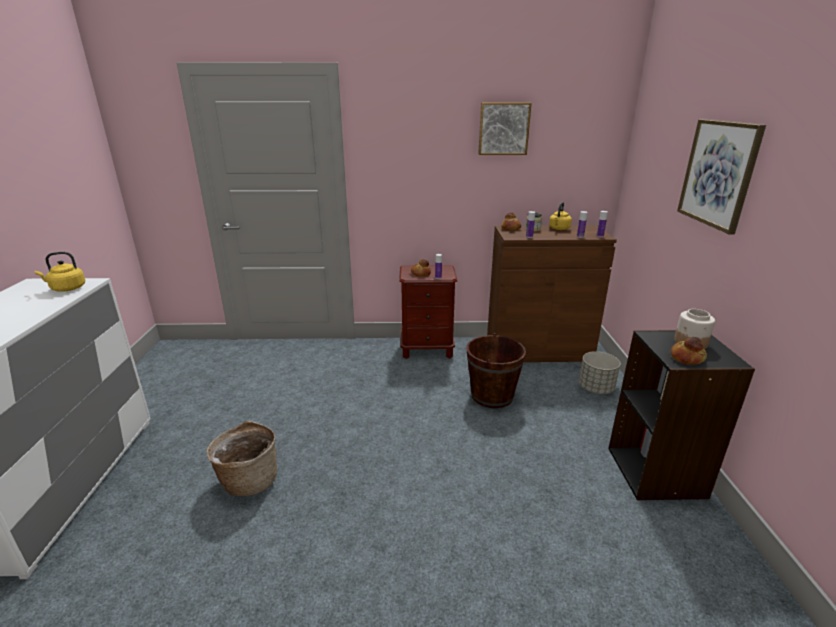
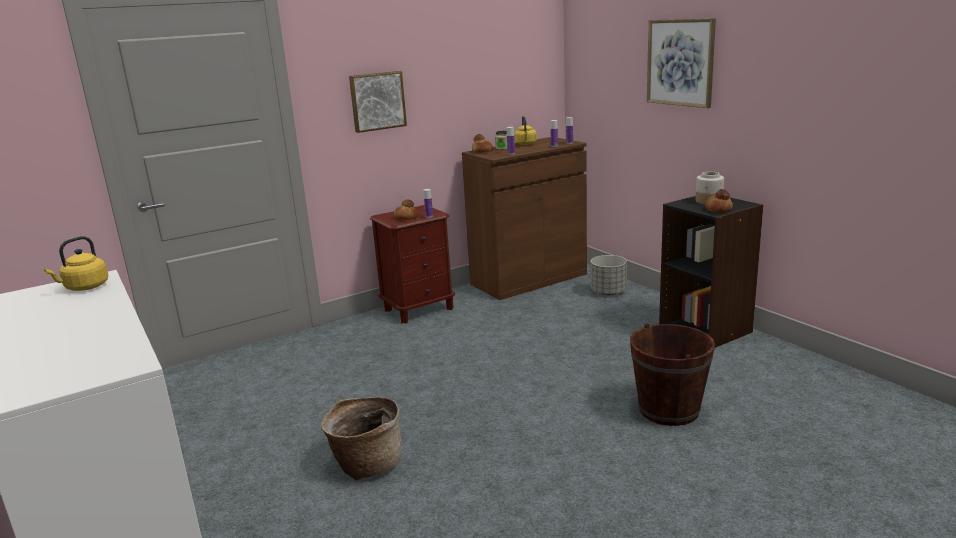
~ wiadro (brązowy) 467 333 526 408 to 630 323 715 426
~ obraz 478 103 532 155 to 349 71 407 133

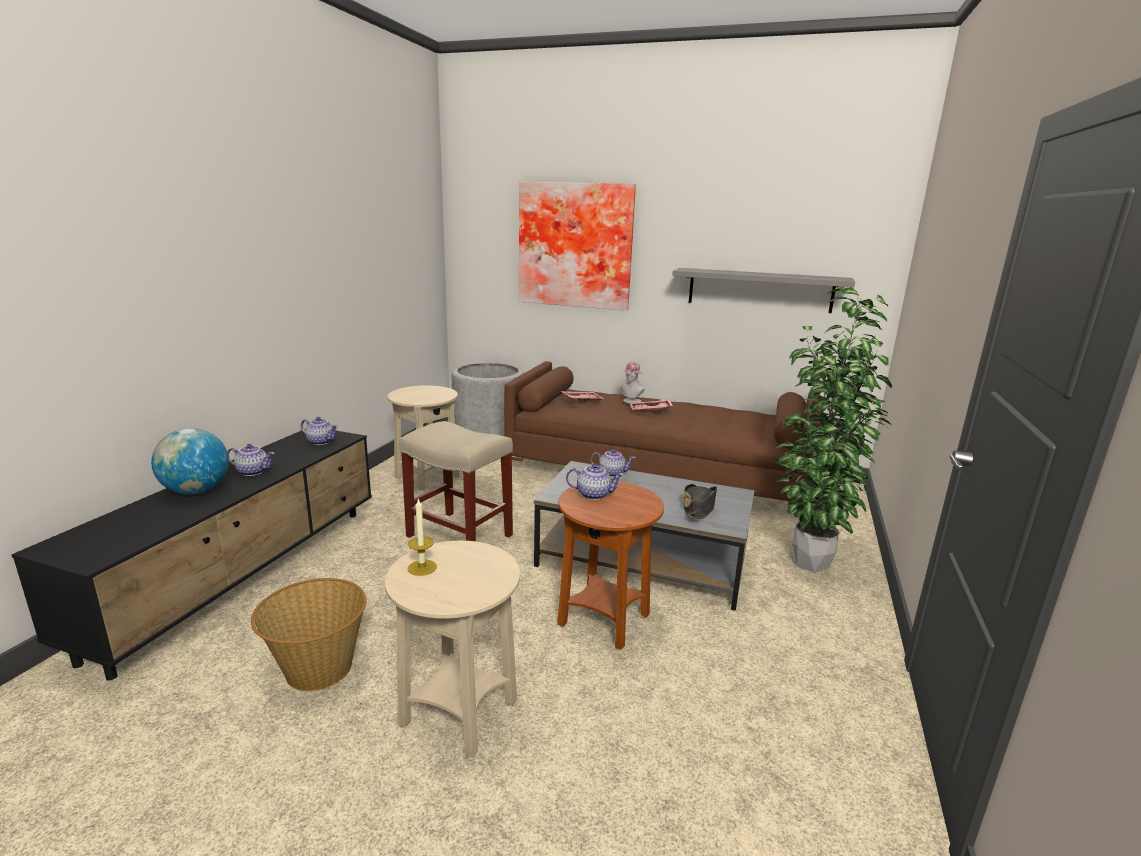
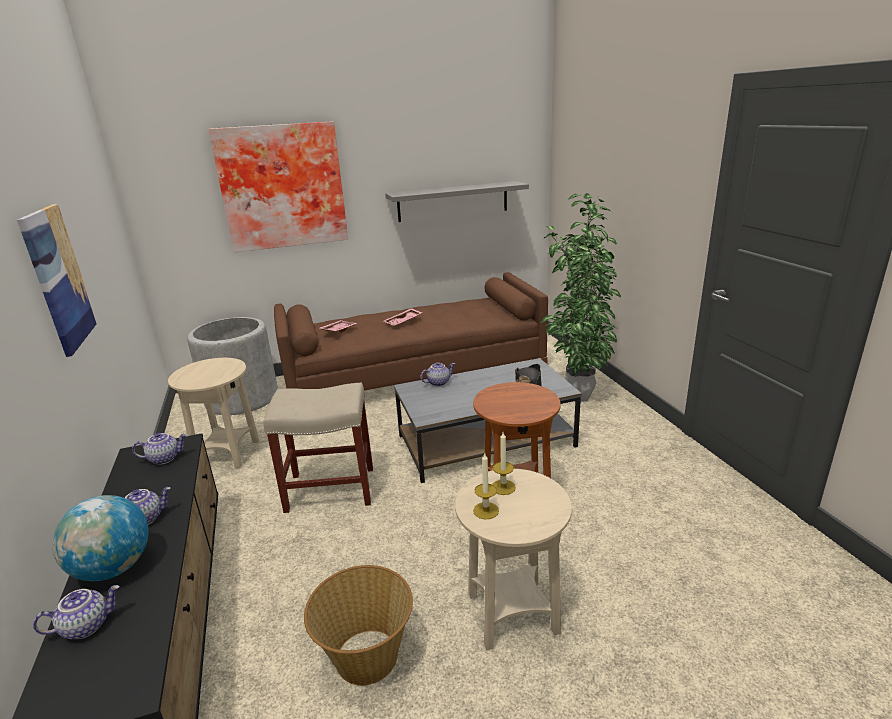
- kapelusz 621 361 645 403
+ obraz 17 204 97 357
+ świeca 492 432 516 495
~ imbryk 566 464 624 500 to 33 585 120 639

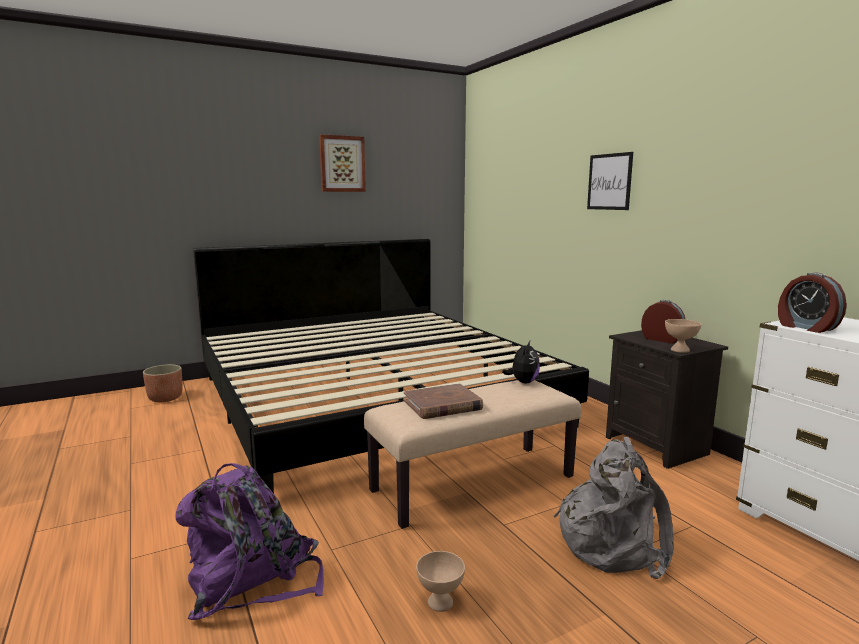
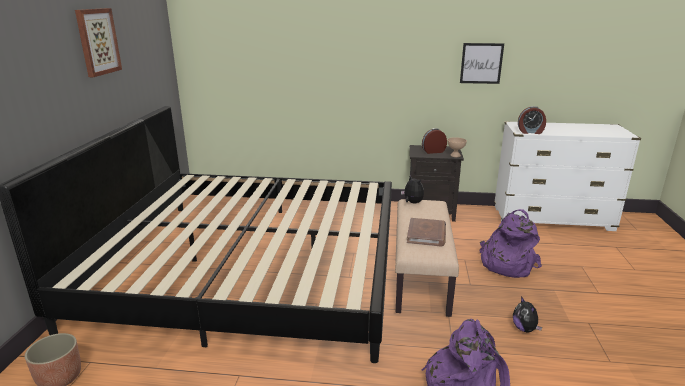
~ obraz 587 152 633 210 to 460 43 504 84
~ miska (beżowy) 416 551 465 612 to pluszak 513 296 542 332
~ plecak (szary) 554 437 674 579 to plecak (fioletowy) 480 209 542 278

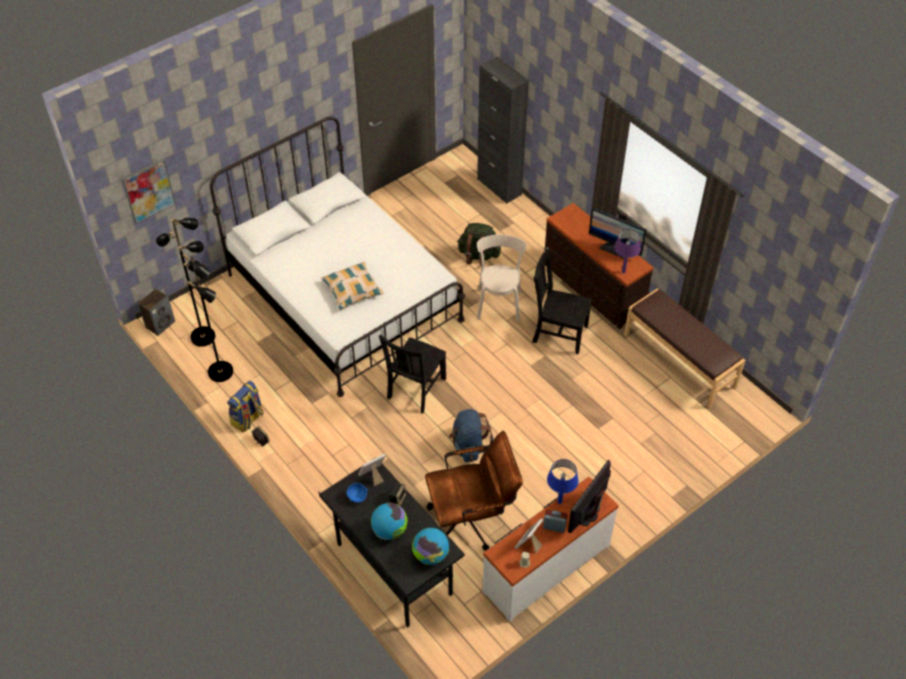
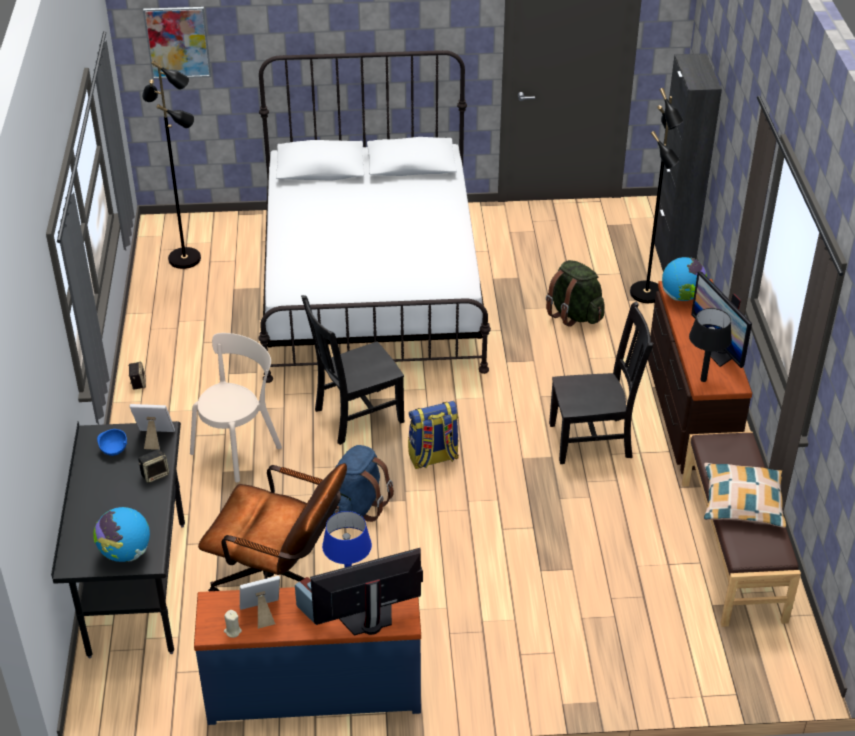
- głośnik 138 289 175 336
~ lampa stojąca (czarny) 182 253 233 382 to 630 88 684 303
~ plecak 227 381 264 432 to 408 401 459 469
~ poduszka 321 262 383 310 to 704 463 786 528
~ globus 371 503 408 540 to 662 257 707 301
~ krzesło (beżowy) 477 235 527 322 to 190 333 282 483
~ komoda (biały) 482 477 619 622 to komoda (niebieski) 194 587 421 725
~ lampa stołowa (fioletowy) 614 229 641 273 to lampa stołowa (czarny) 689 308 732 382
~ krzesło (czarny) 532 246 592 354 = 549 301 653 464 120 degrees clockwise

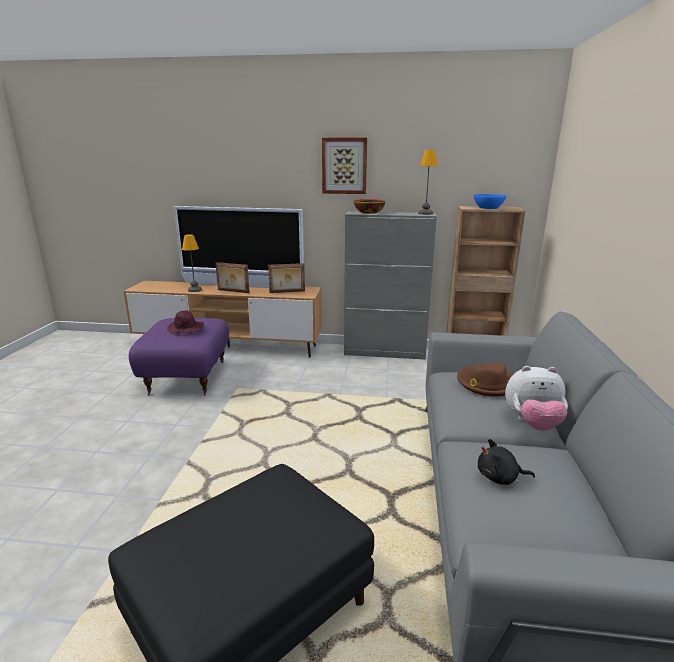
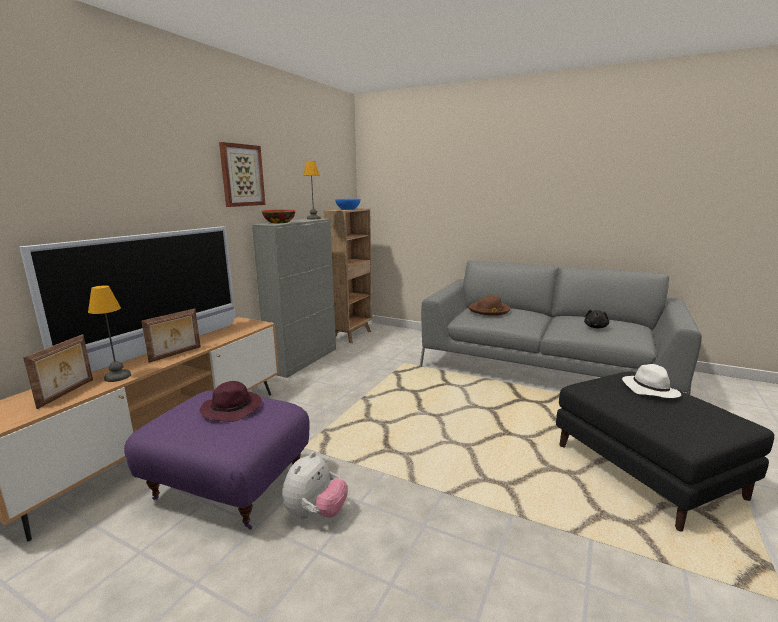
+ kapelusz (biały) 622 364 681 398
~ ramka na zdjęcie 268 263 305 293 to 23 334 93 409
~ pluszak 505 366 568 431 to 282 452 348 519

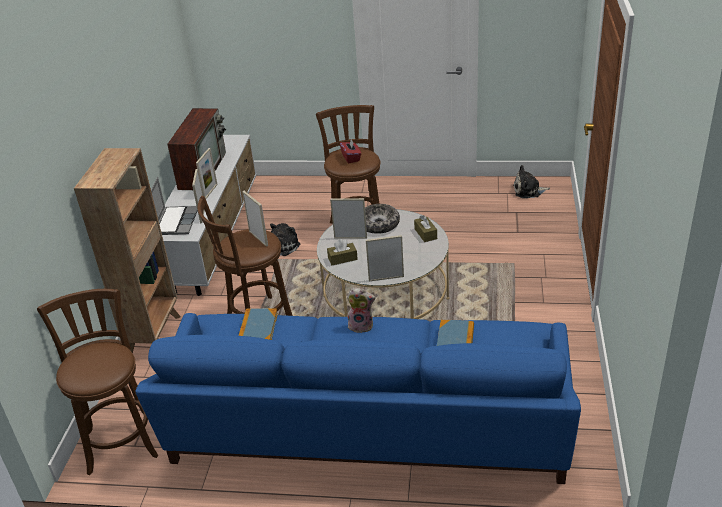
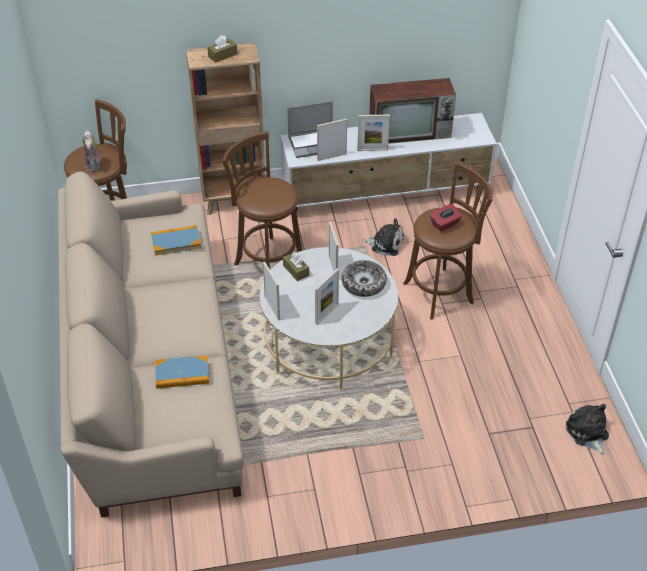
~ ramka na zdjęcie 242 191 268 247 to 315 269 339 325
~ pluszak 347 287 376 333 to 83 130 101 172
~ pudełko chusteczek (brązowy) 414 215 437 242 to 207 35 237 63
~ kanapa (niebieski) 135 313 581 484 to kanapa (beżowy) 58 171 244 518

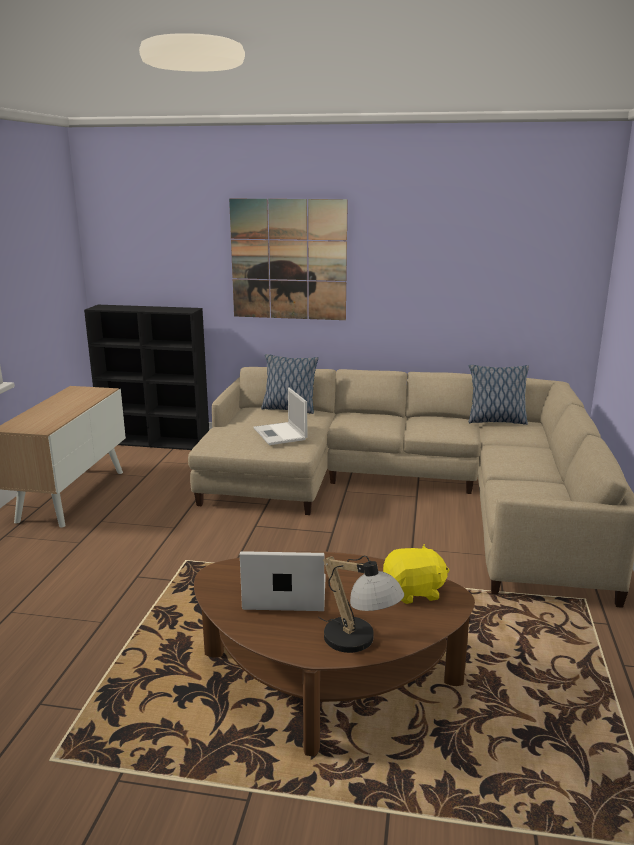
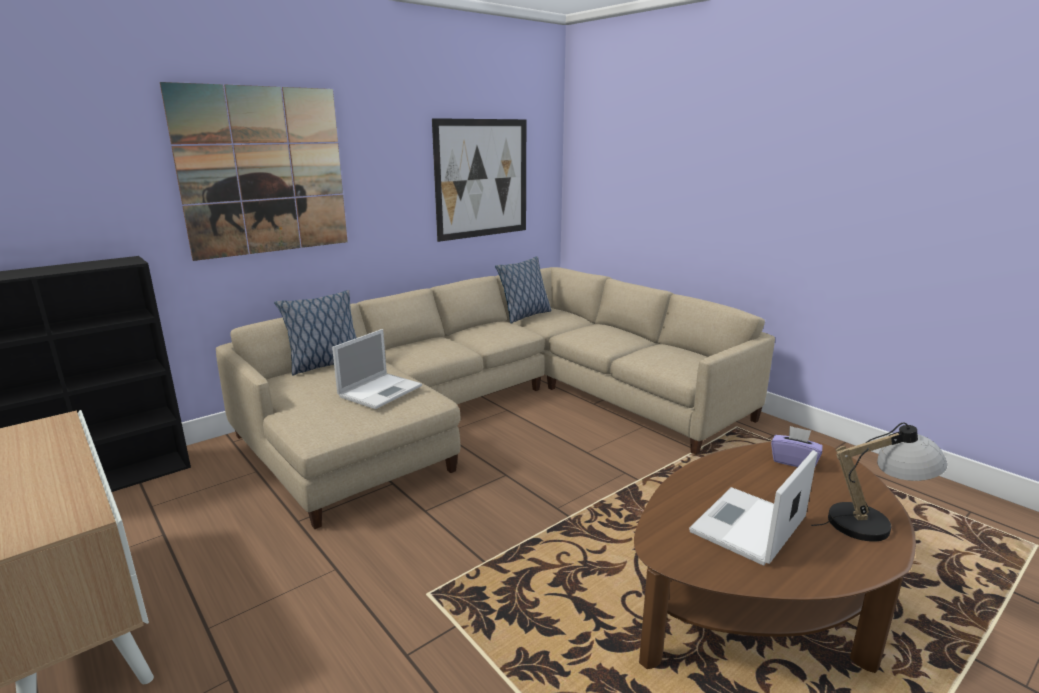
+ obraz 432 118 526 242
~ pluszak (żółty) 383 544 449 604 to pudełko chusteczek (fioletowy) 771 426 823 467
~ laptop 253 387 307 445 = 332 329 422 409 75 degrees counterclockwise

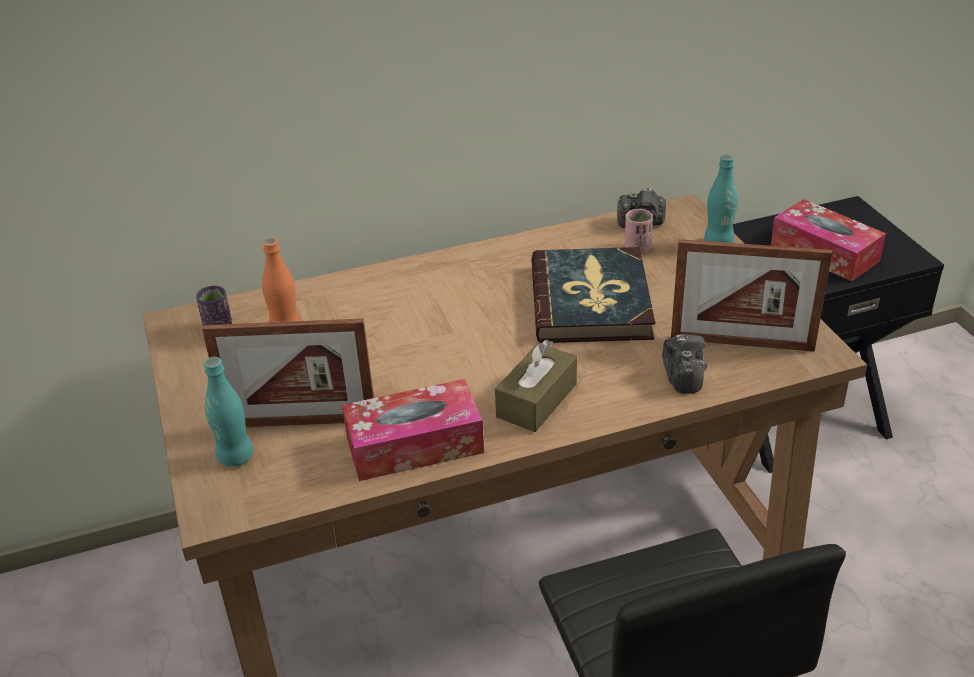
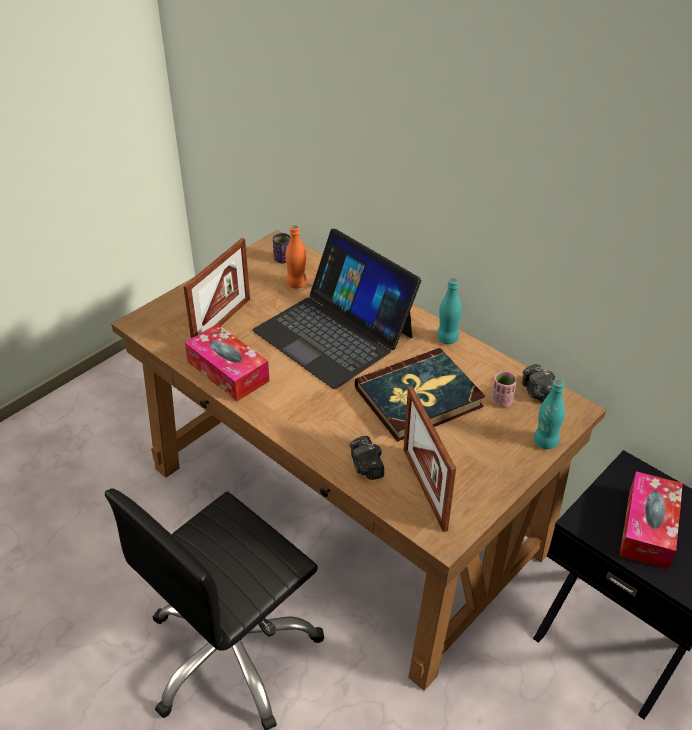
- pudełko chusteczek (brązowy) 495 340 577 432
+ laptop 253 229 421 389
~ butelka (turkusowy) 204 357 254 467 to 437 278 462 344
~ ramka na zdjęcie 202 319 374 427 = 183 238 250 338 120 degrees counterclockwise
~ aparat fotograficzny 662 334 707 394 = 349 436 384 480 105 degrees clockwise

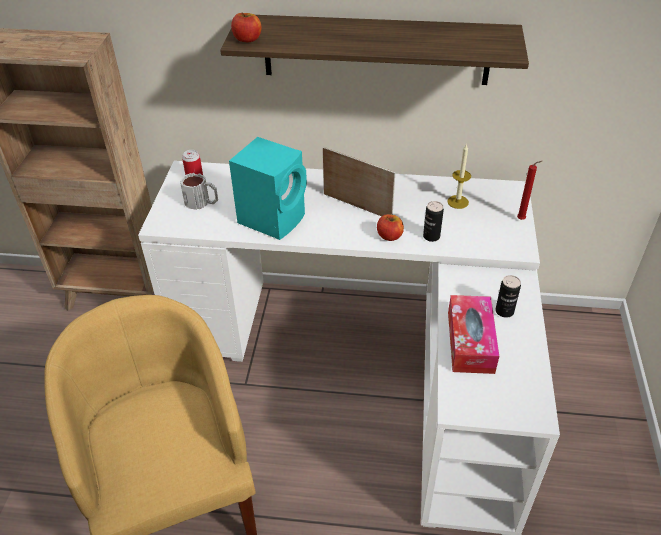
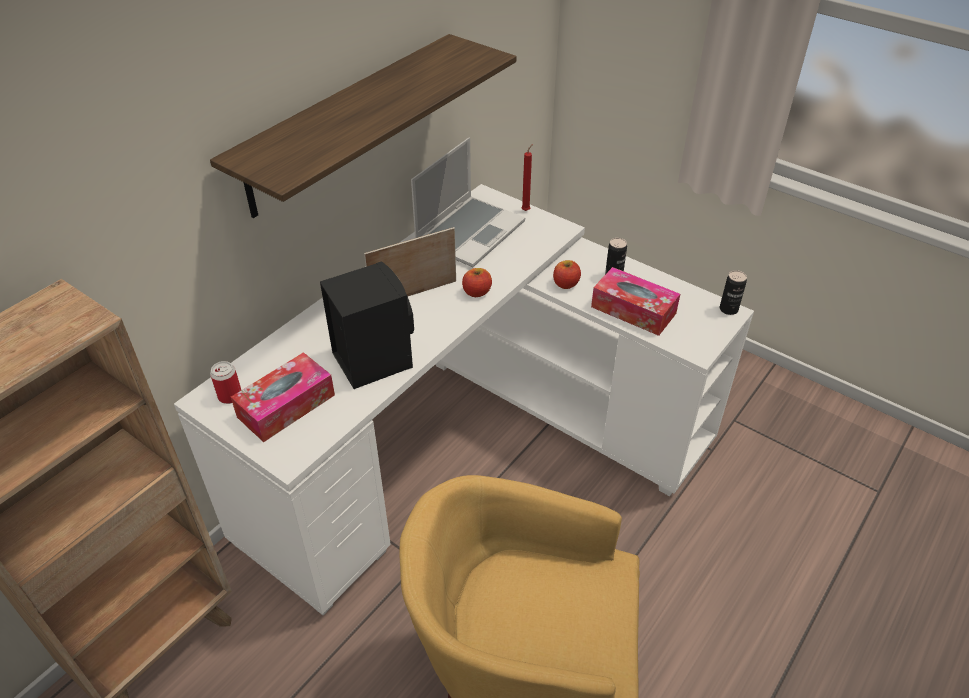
~ jabłko 231 13 262 42 to 553 260 581 289
~ puszka 423 201 444 242 to 720 270 747 315
~ kubek 180 173 218 210 to pudełko chusteczek 231 352 335 442
~ świeca 447 144 471 209 to laptop 411 137 525 267
~ głośnik (turkusowy) 229 137 307 240 to głośnik (czarny) 320 261 414 389

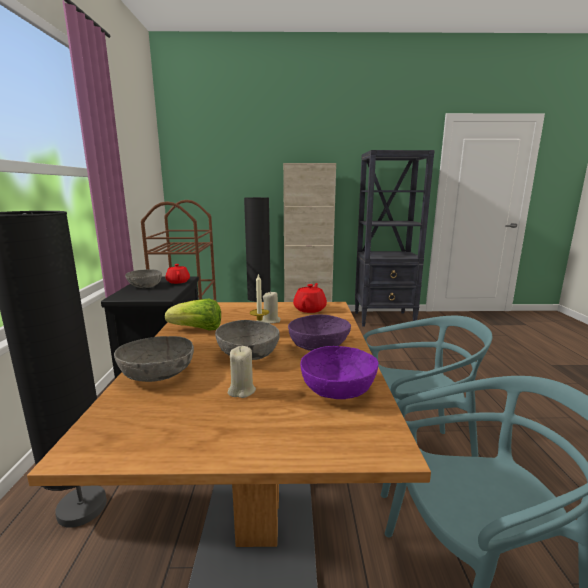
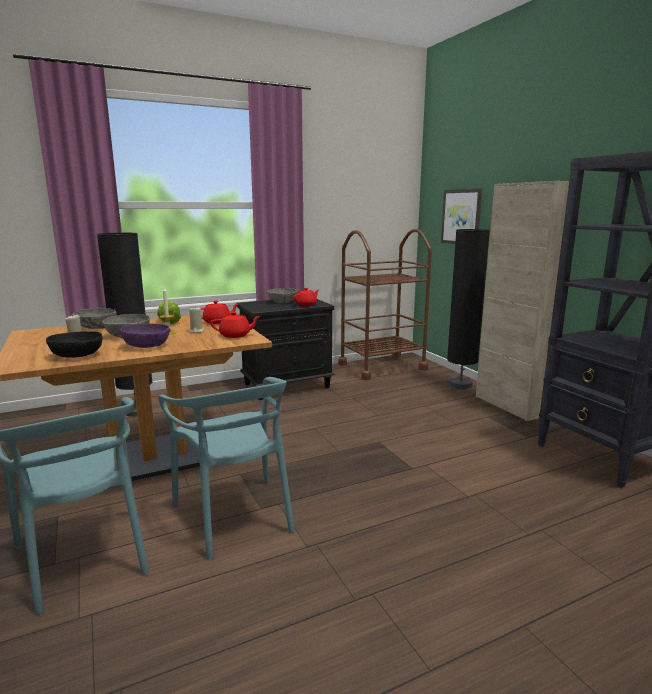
+ imbryk (czerwony) 201 301 239 324
+ obraz 441 188 482 244
~ miska (fioletowy) 300 346 379 399 to miska (czarny) 46 331 102 358

